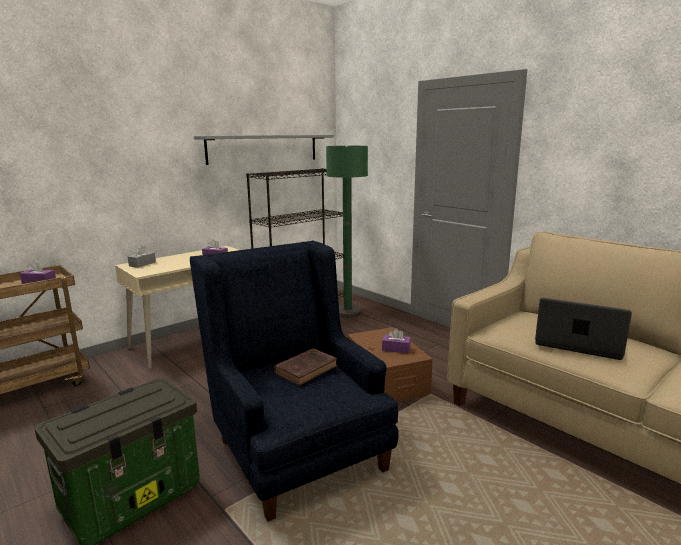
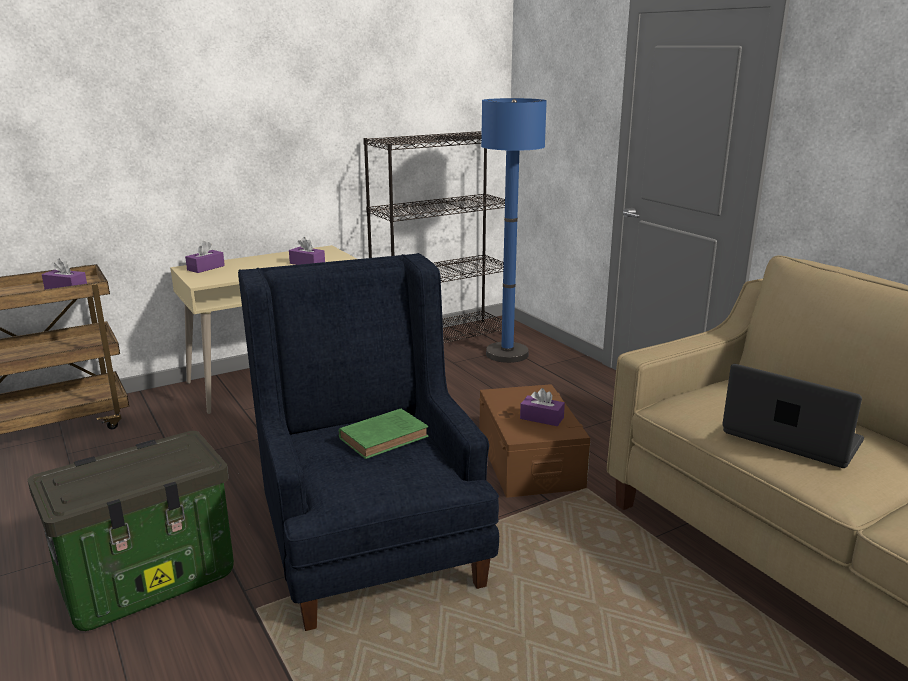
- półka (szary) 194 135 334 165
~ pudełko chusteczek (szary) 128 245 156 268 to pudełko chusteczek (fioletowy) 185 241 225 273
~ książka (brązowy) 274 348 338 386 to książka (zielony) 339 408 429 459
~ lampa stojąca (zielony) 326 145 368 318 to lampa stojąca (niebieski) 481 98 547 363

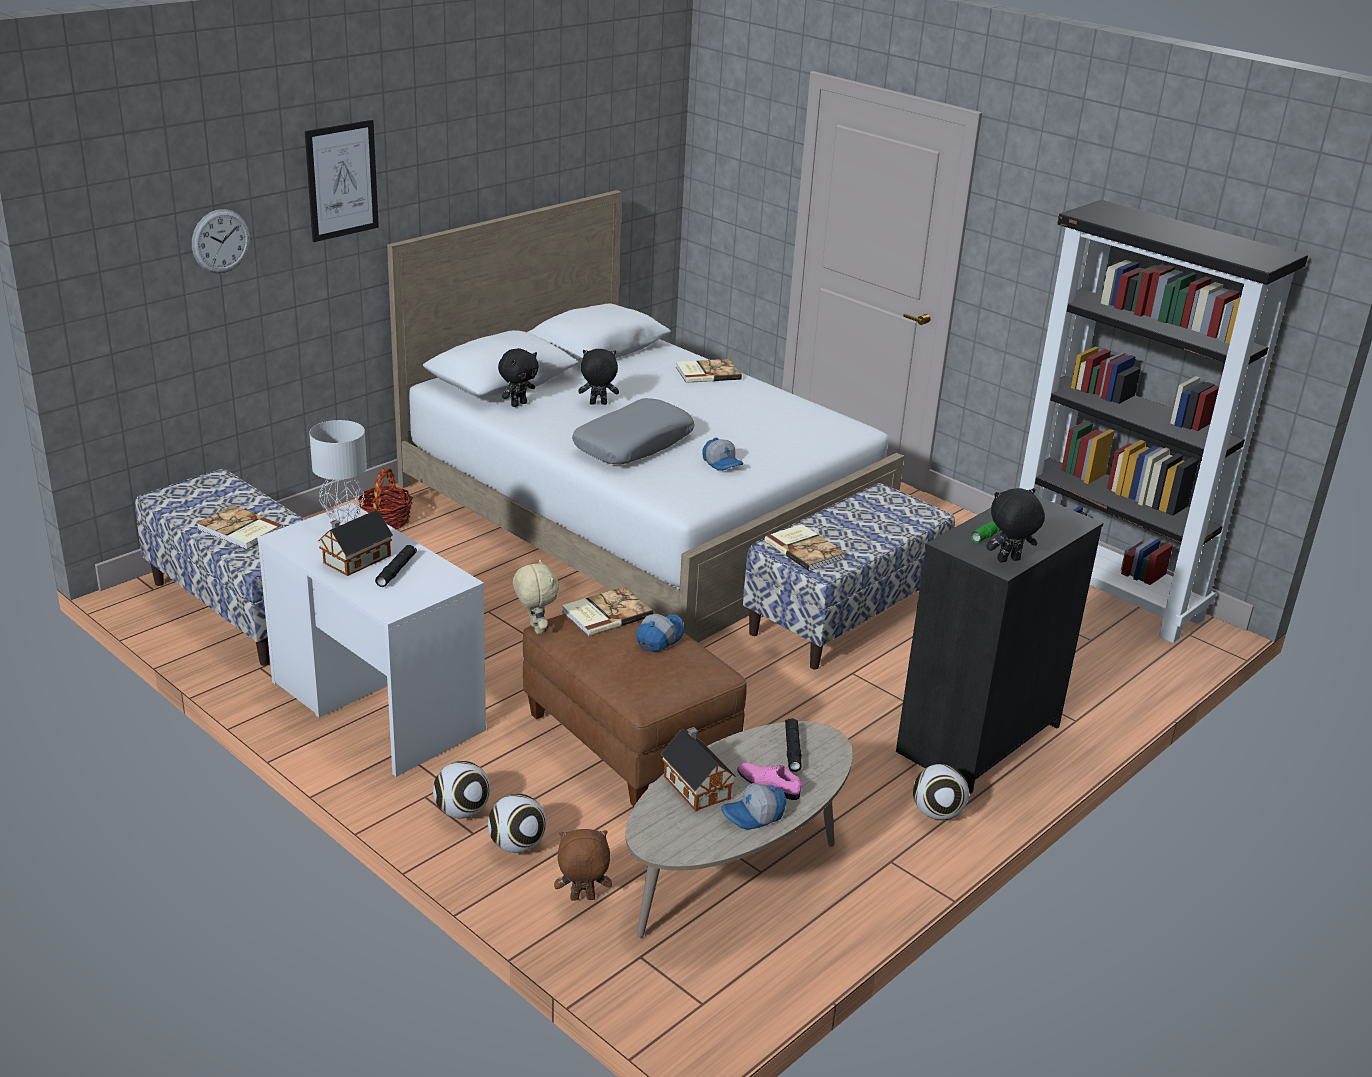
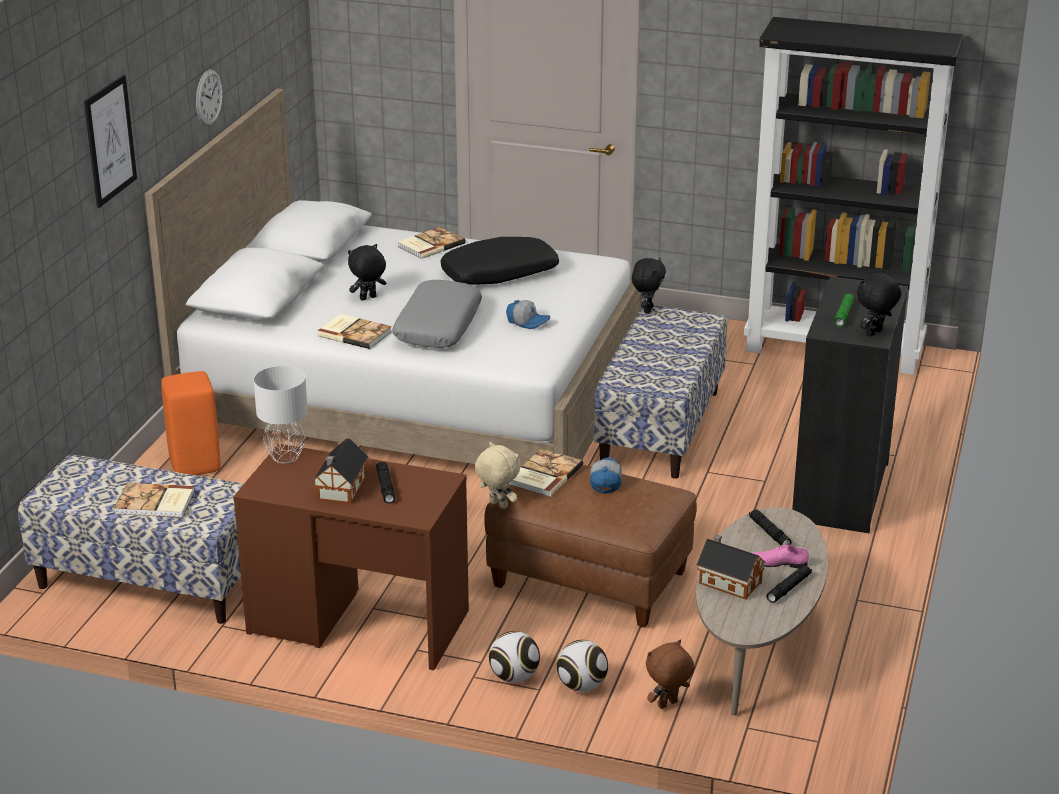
- piłka futbolowa 913 764 969 820
+ poduszka (czarny) 440 237 559 285
~ zegar ścienny 192 209 250 273 to 196 69 223 126
~ pluszak (czarny) 498 348 539 407 to 632 258 666 313
~ książka 765 524 846 571 to 317 314 392 349
~ koszyk 357 468 413 529 to stołek (pomarańczowy) 161 371 221 475
~ czapka z daszkiem 721 783 787 830 to latarka (czarny) 766 565 812 603
~ biurko (biały) 257 503 486 777 to biurko (brązowy) 233 444 469 670

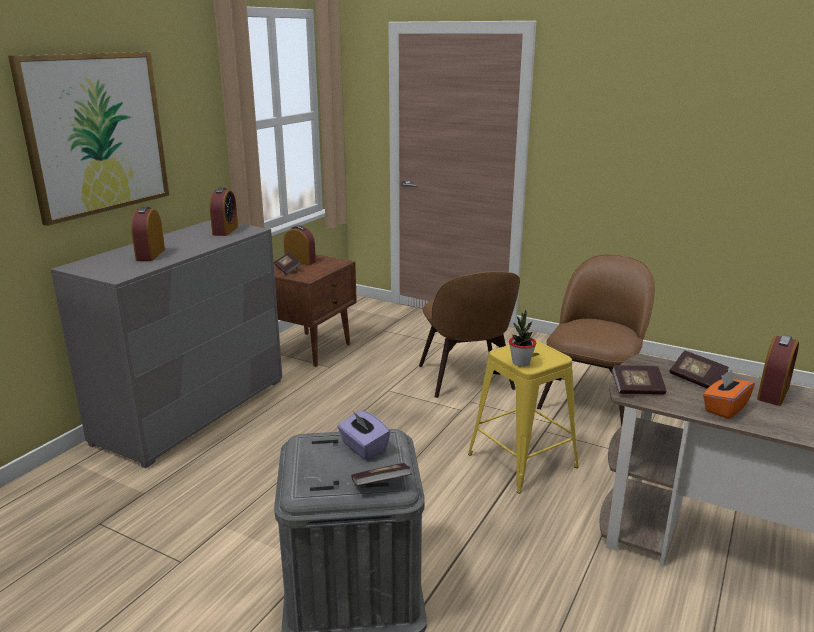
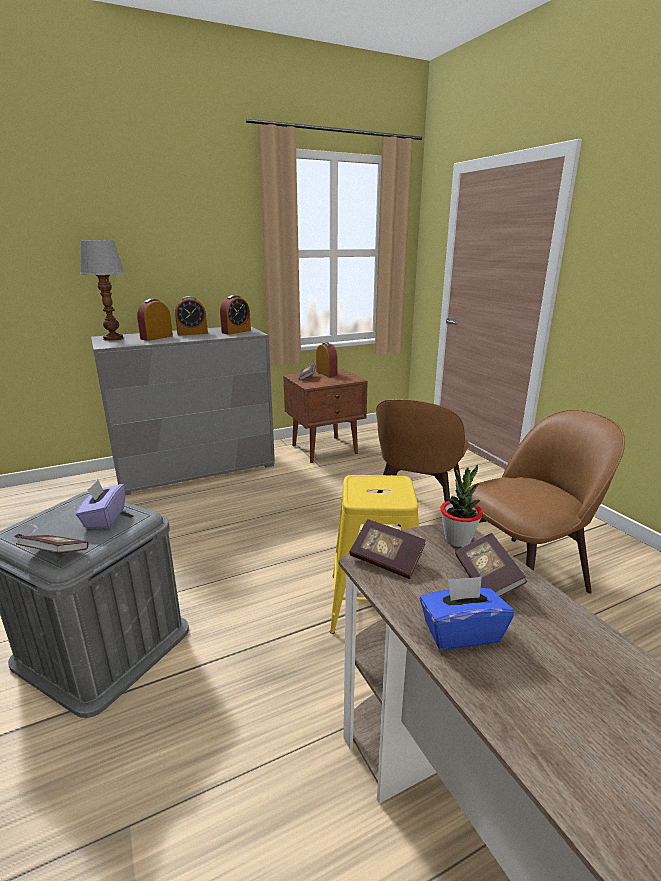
- obraz 8 52 169 226
+ lampa stołowa 80 240 125 341
~ roślina doniczkowa 509 310 536 367 to 440 464 483 547
~ budzik 757 334 799 406 to 175 296 208 336
~ pudełko chusteczek (pomarańczowy) 703 370 755 419 to pudełko chusteczek (niebieski) 420 576 514 650

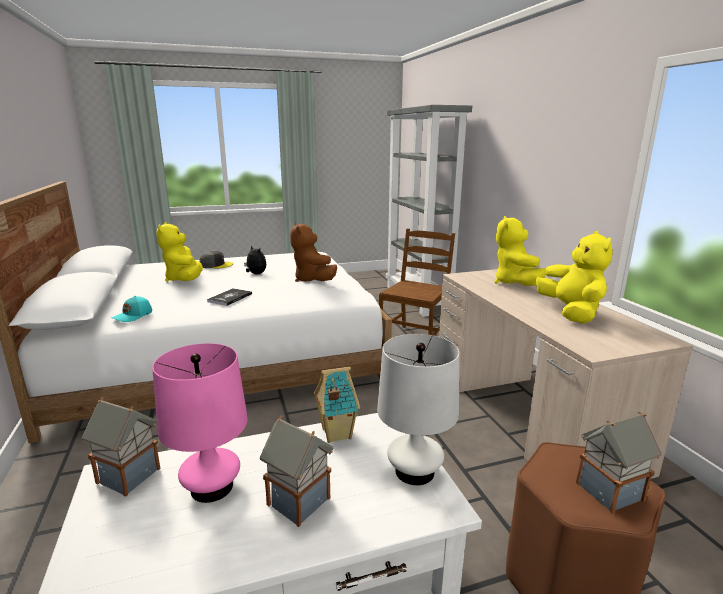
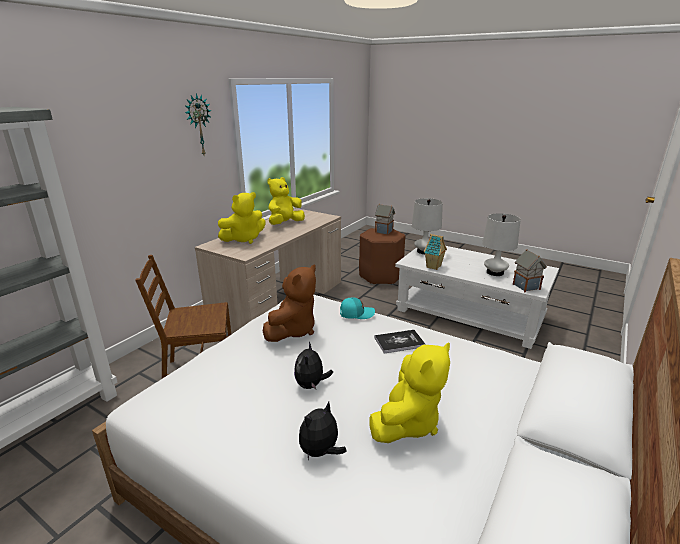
- domek 260 416 333 527
+ zegar ścienny 185 93 211 155
~ czapka z daszkiem (turkusowy) 111 296 152 322 to 340 297 375 319
~ czapka z daszkiem (szary) 199 251 233 268 to pluszak 299 402 347 460
~ lampa stołowa (różowy) 152 343 248 503 to lampa stołowa (biały) 482 213 521 276

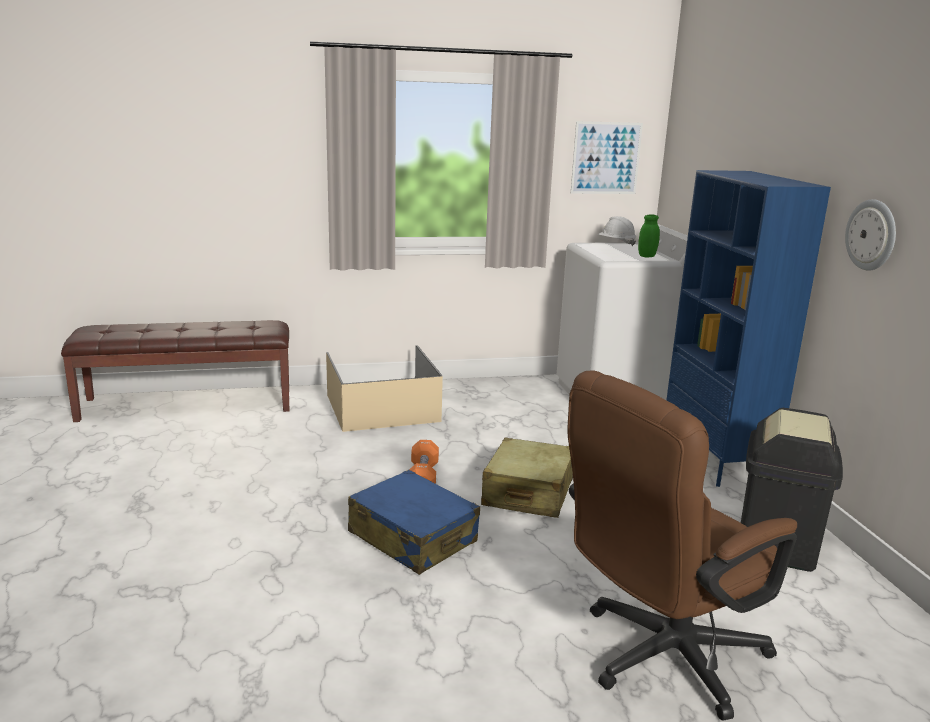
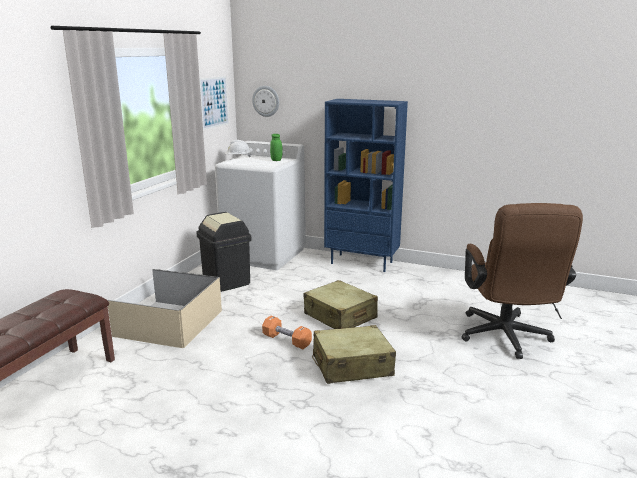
~ kosz na śmieci (czarny) 741 408 843 572 to 196 212 251 292
~ zegar ścienny 845 199 896 271 to 252 86 279 117
~ walizka (niebieski) 348 470 480 575 to walizka (beżowy) 312 325 396 384

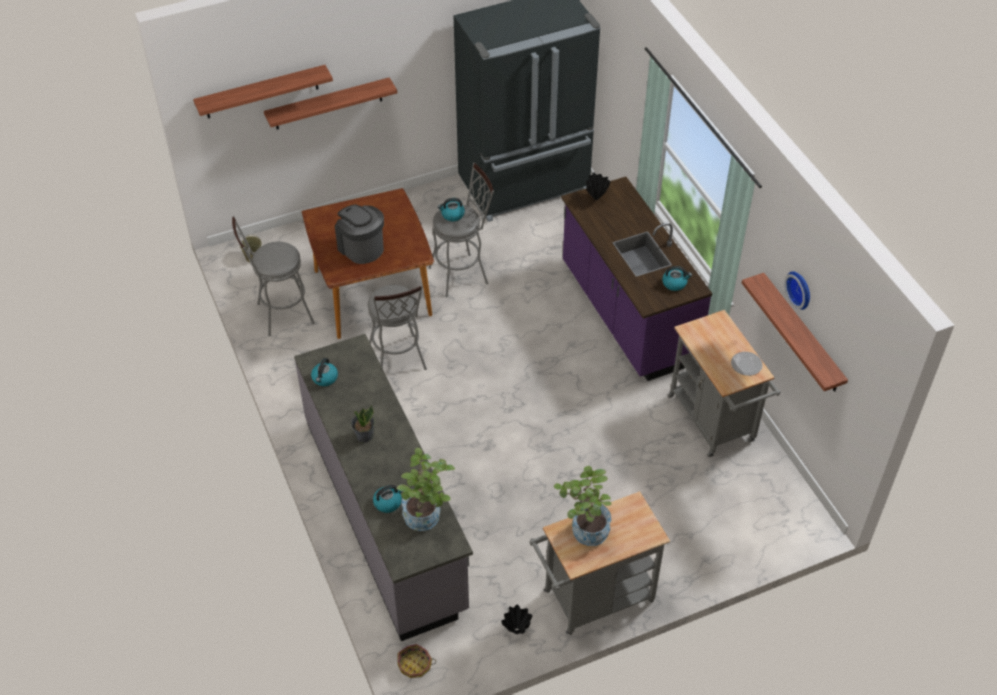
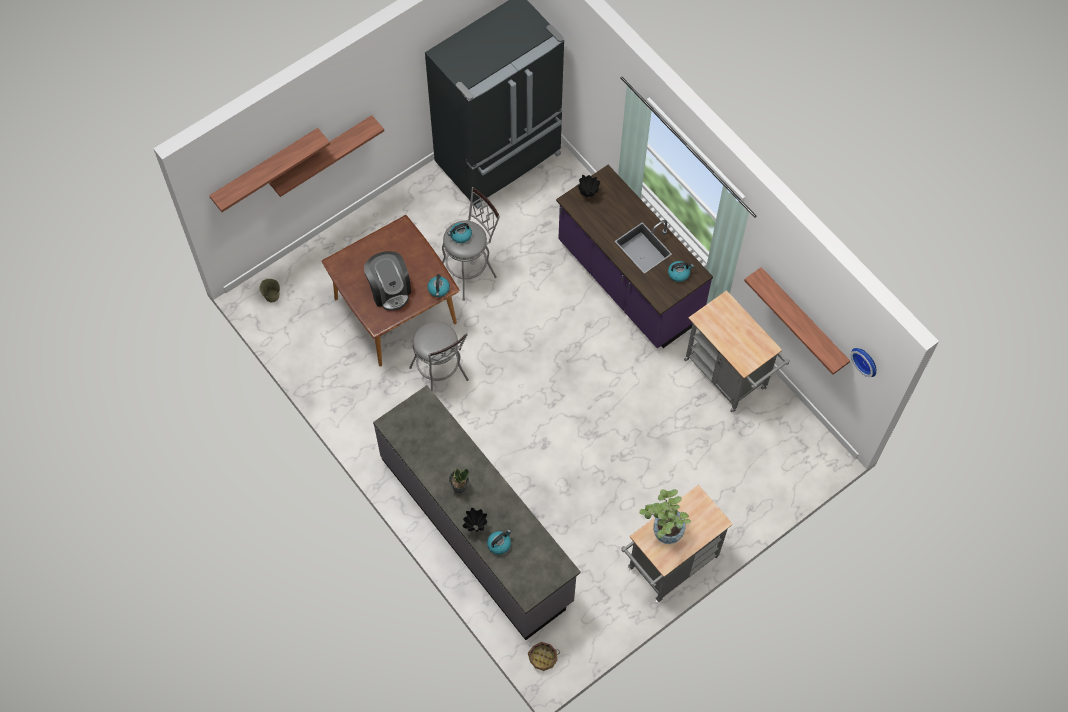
- stołek (szary) 232 216 315 336
- roślina doniczkowa 396 448 455 531
- talerz 731 352 763 376
~ czajnik 311 358 338 386 to 428 274 450 297
~ wazon (czarny) 501 605 532 634 to 462 508 487 532
~ zegar ścienny 784 271 810 310 to 851 348 876 377
~ ekspres do kawy 335 204 384 264 = 364 251 411 311 150 degrees counterclockwise

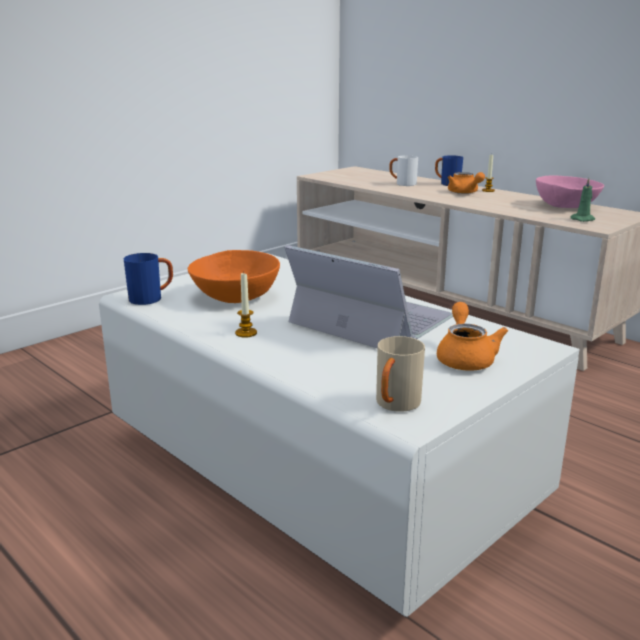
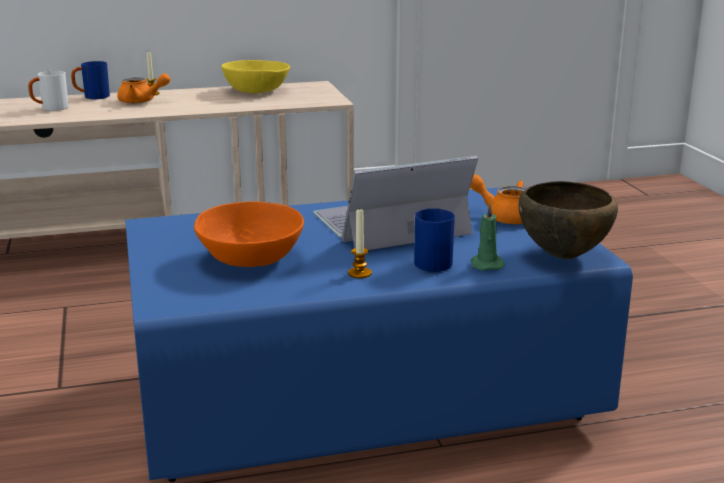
~ kubek (niebieski) 124 253 173 305 to 414 209 455 272
~ świeca (zielony) 571 178 595 222 to 471 203 505 271
~ kubek (beżowy) 376 336 425 412 to miska (brązowy) 518 181 618 259
~ ława (biały) 99 253 580 617 to ława (niebieski) 125 186 633 482
~ miska (różowy) 536 176 604 208 to miska (żółty) 222 60 290 93

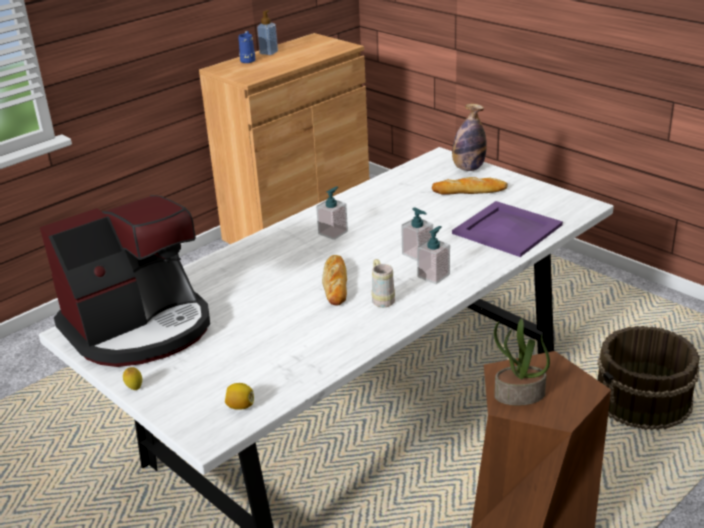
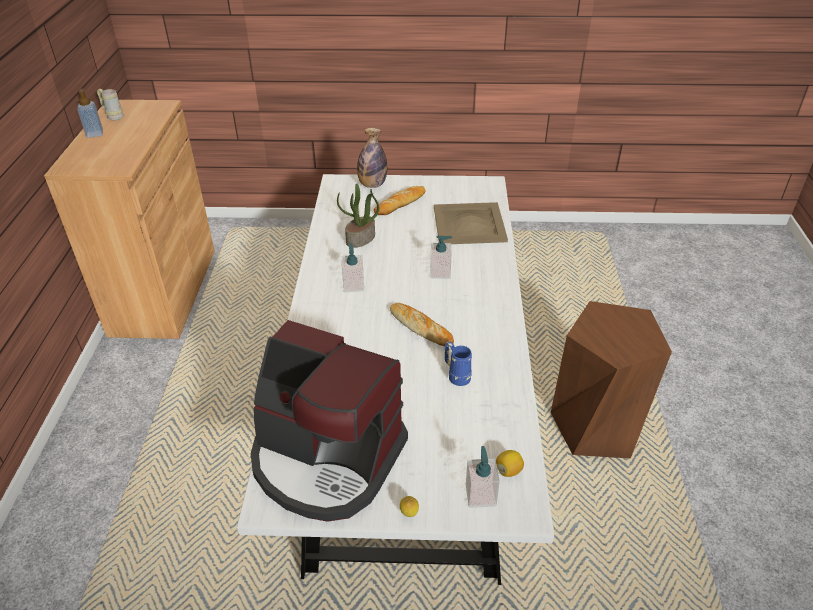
- wiadro (brązowy) 598 326 700 430
~ kubek (niebieski) 238 31 256 63 to 445 342 472 386
~ kubek (beżowy) 372 259 395 307 to 97 89 124 120
~ dozownik mydła 417 226 450 284 to 466 446 500 508
~ roślina doniczkowa 494 318 550 405 to 337 184 379 248
~ taca (fioletowy) 452 201 563 257 to taca (beżowy) 434 202 508 244
~ ekspres do kawy 40 195 210 367 = 251 320 408 522 105 degrees clockwise

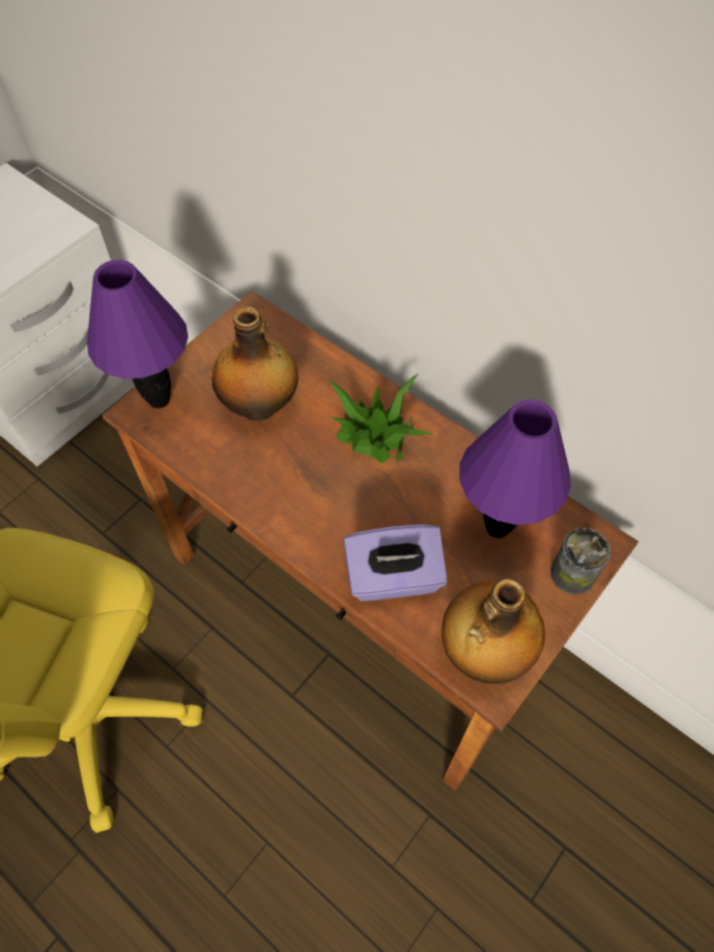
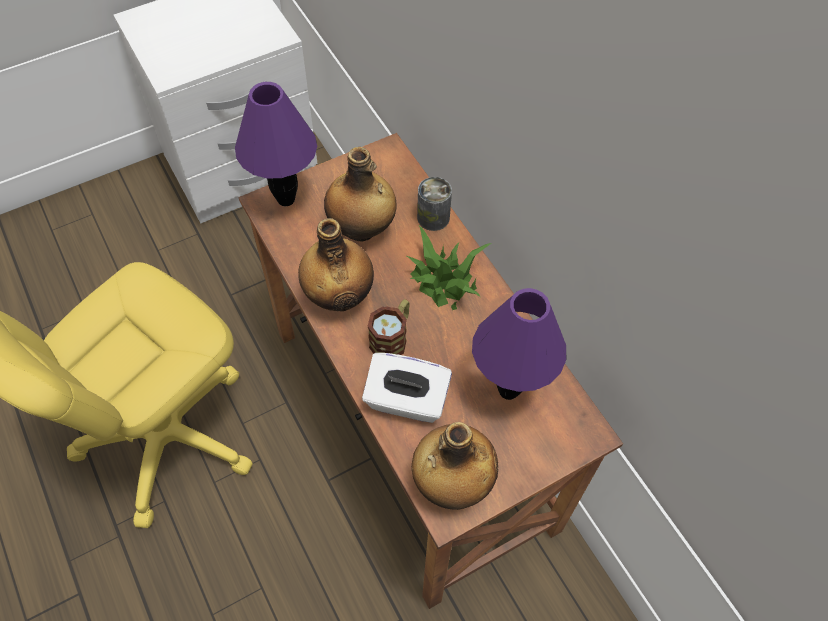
+ butelka 298 218 374 311
+ kubek 368 299 410 355
~ puszka 550 528 611 595 to 417 177 452 231
~ pudełko chusteczek (fioletowy) 344 525 448 601 to pudełko chusteczek (biały) 362 353 452 423

